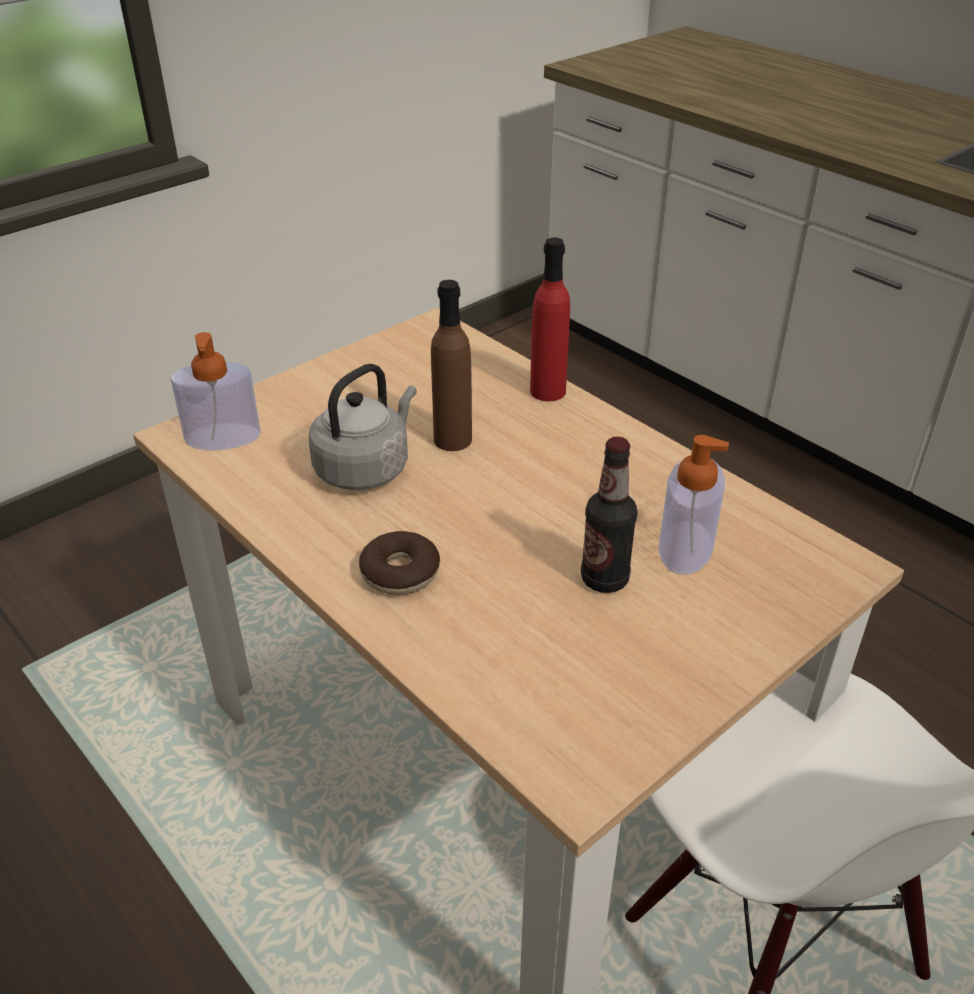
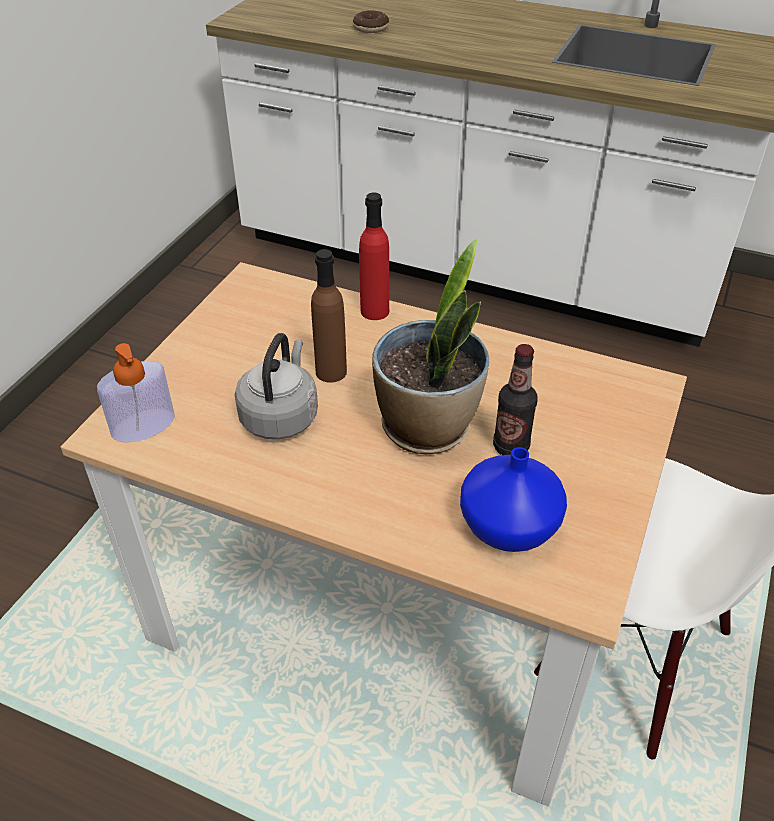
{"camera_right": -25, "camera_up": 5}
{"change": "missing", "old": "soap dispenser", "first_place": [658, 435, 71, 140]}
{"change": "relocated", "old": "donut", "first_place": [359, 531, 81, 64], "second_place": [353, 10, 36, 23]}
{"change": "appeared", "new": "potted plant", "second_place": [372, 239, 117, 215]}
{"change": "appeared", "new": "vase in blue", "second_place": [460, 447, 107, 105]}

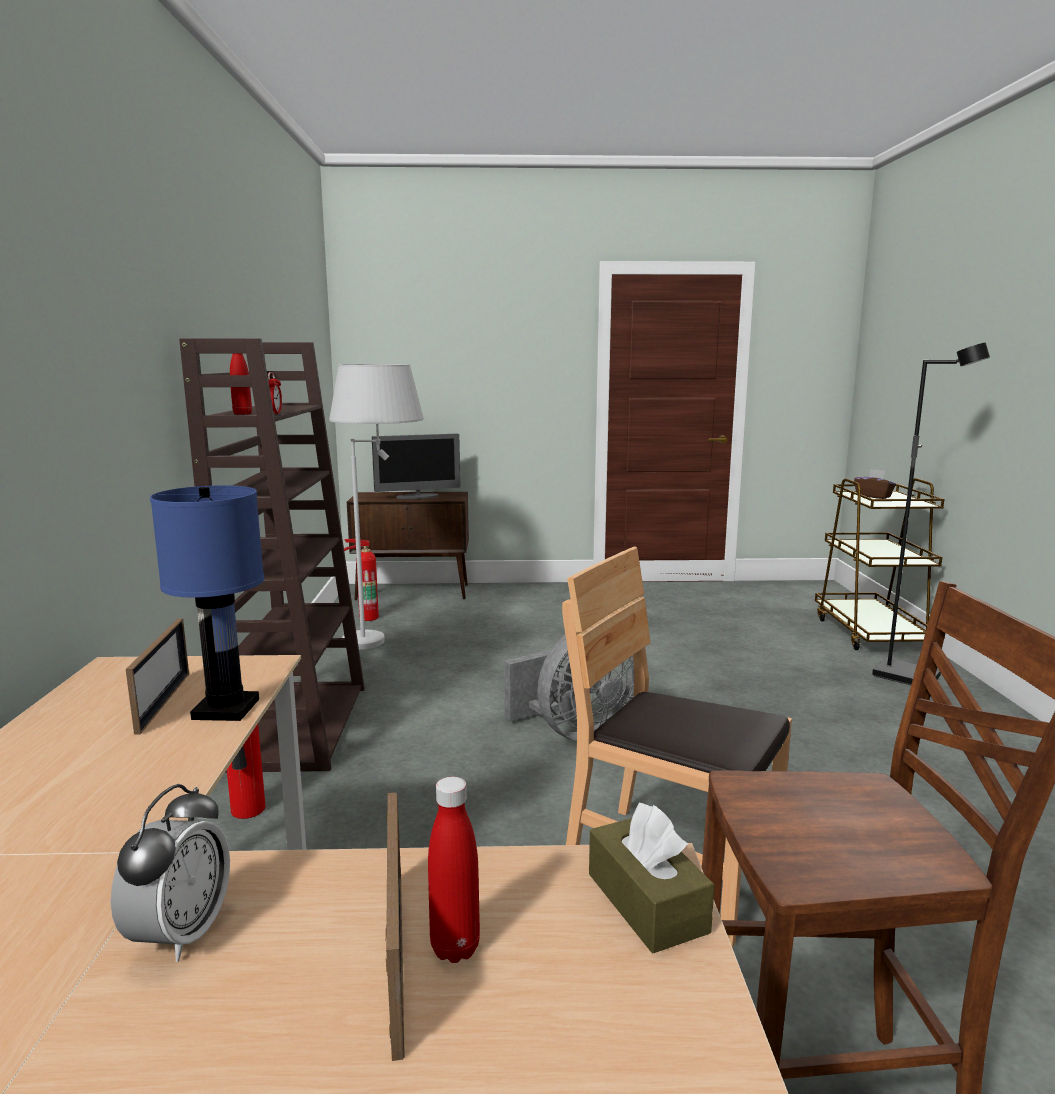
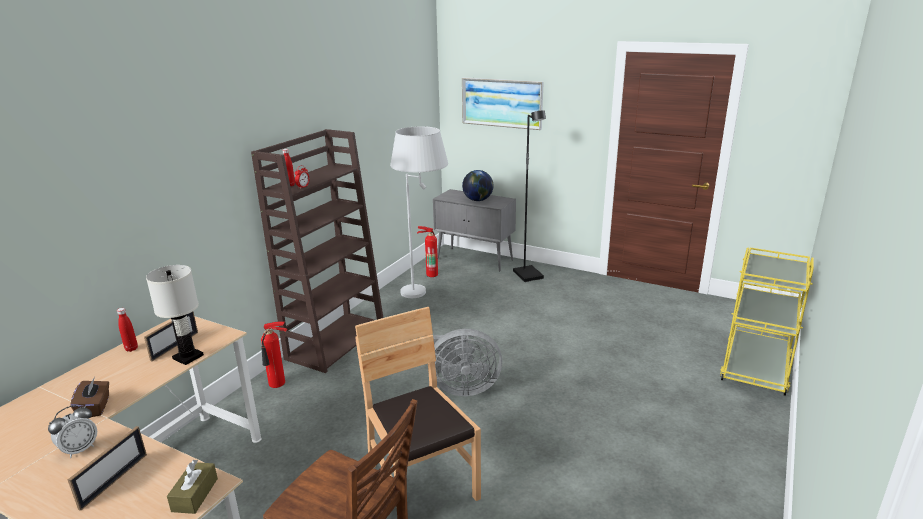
{"camera_right": 30, "camera_up": 10}
{"change": "relocated", "old": "floor lamp in black", "first_place": [872, 342, 118, 343], "second_place": [513, 110, 33, 172]}
{"change": "exchanged", "old": "monitor", "new": "globe", "first_place": [372, 434, 88, 65], "second_place": [462, 170, 31, 31]}
{"change": "relocated", "old": "tissue box in brown", "first_place": [854, 469, 42, 30], "second_place": [70, 377, 39, 40]}
{"change": "colour", "old": "cart in brown", "new": "cart in yellow", "first_place": [815, 478, 130, 172], "second_place": [720, 248, 94, 148]}
{"change": "colour", "old": "table lamp in blue", "new": "table lamp in white", "first_place": [150, 485, 114, 236], "second_place": [146, 265, 58, 100]}
{"change": "colour", "old": "cabinet in brown", "new": "cabinet in grey", "first_place": [347, 492, 122, 108], "second_place": [433, 189, 83, 82]}
{"change": "relocated", "old": "bottle in red", "first_place": [428, 777, 52, 186], "second_place": [117, 308, 21, 44]}
{"change": "appeared", "new": "picture", "second_place": [462, 77, 82, 53]}

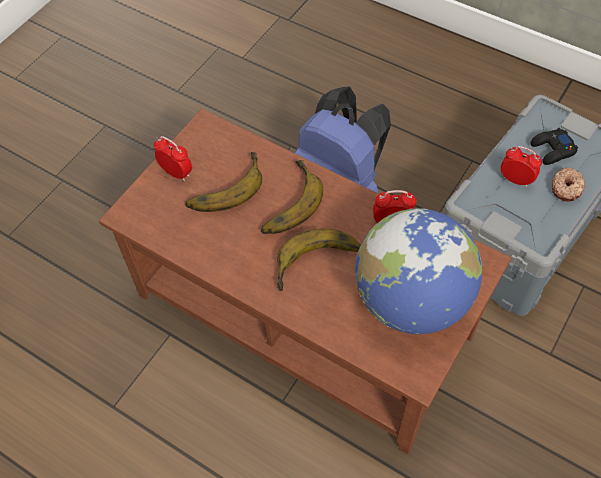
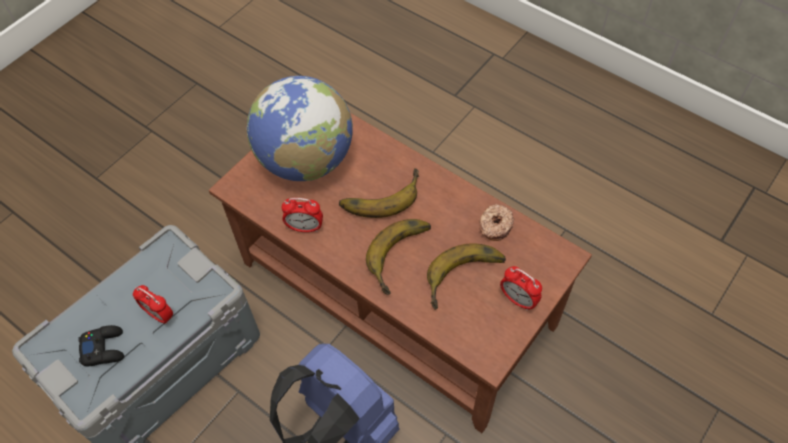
{"camera_right": -175, "camera_up": 0}
{"change": "relocated", "old": "donut", "first_place": [552, 167, 33, 35], "second_place": [479, 203, 36, 38]}

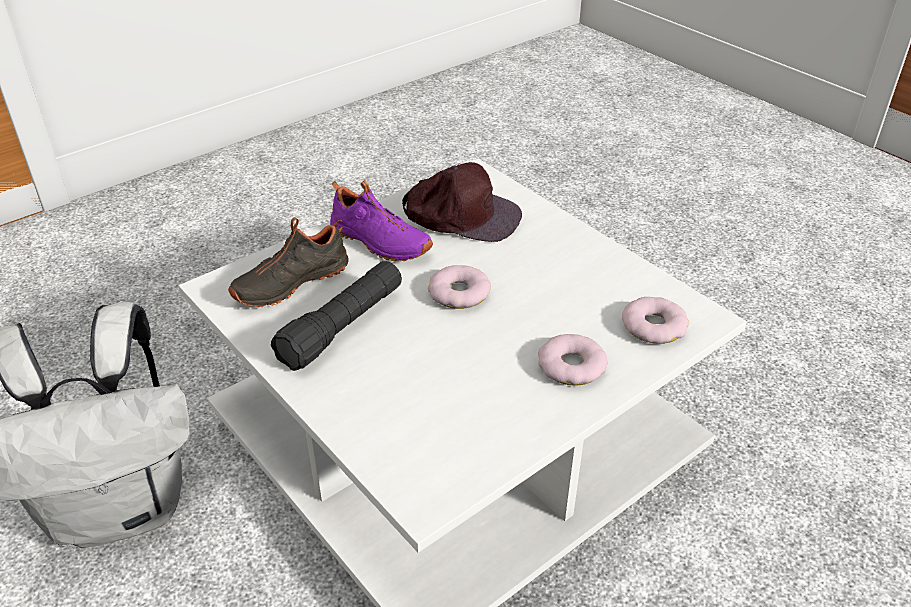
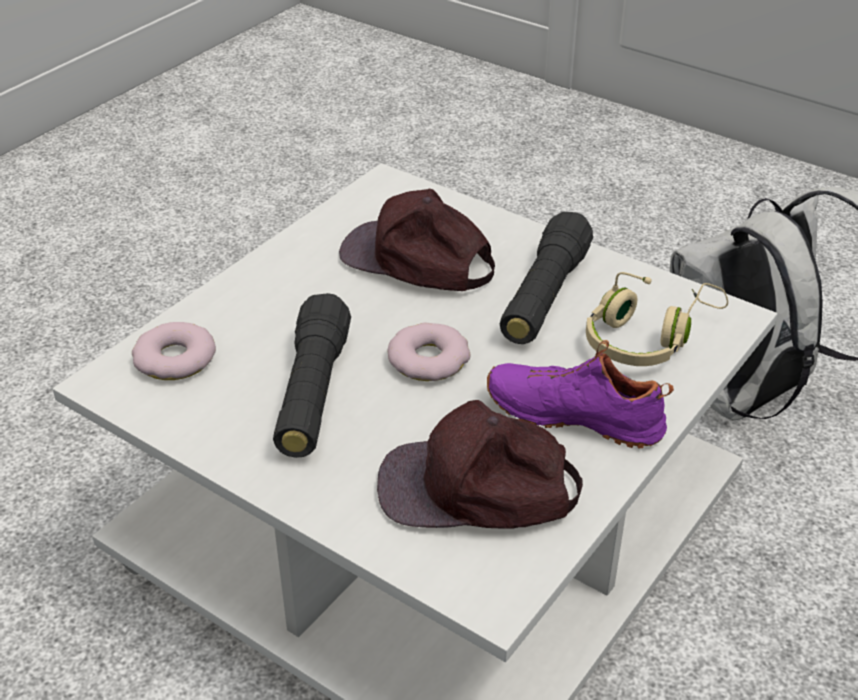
{"camera_right": 165, "camera_up": 0}
{"change": "exchanged", "old": "shoe in black", "new": "headphones in beige", "first_place": [228, 217, 121, 90], "second_place": [586, 272, 142, 94]}
{"change": "missing", "old": "donut", "first_place": [538, 334, 69, 52]}
{"change": "appeared", "new": "cap in brown", "second_place": [339, 189, 156, 102]}
{"change": "appeared", "new": "flashlight in black", "second_place": [273, 293, 78, 165]}

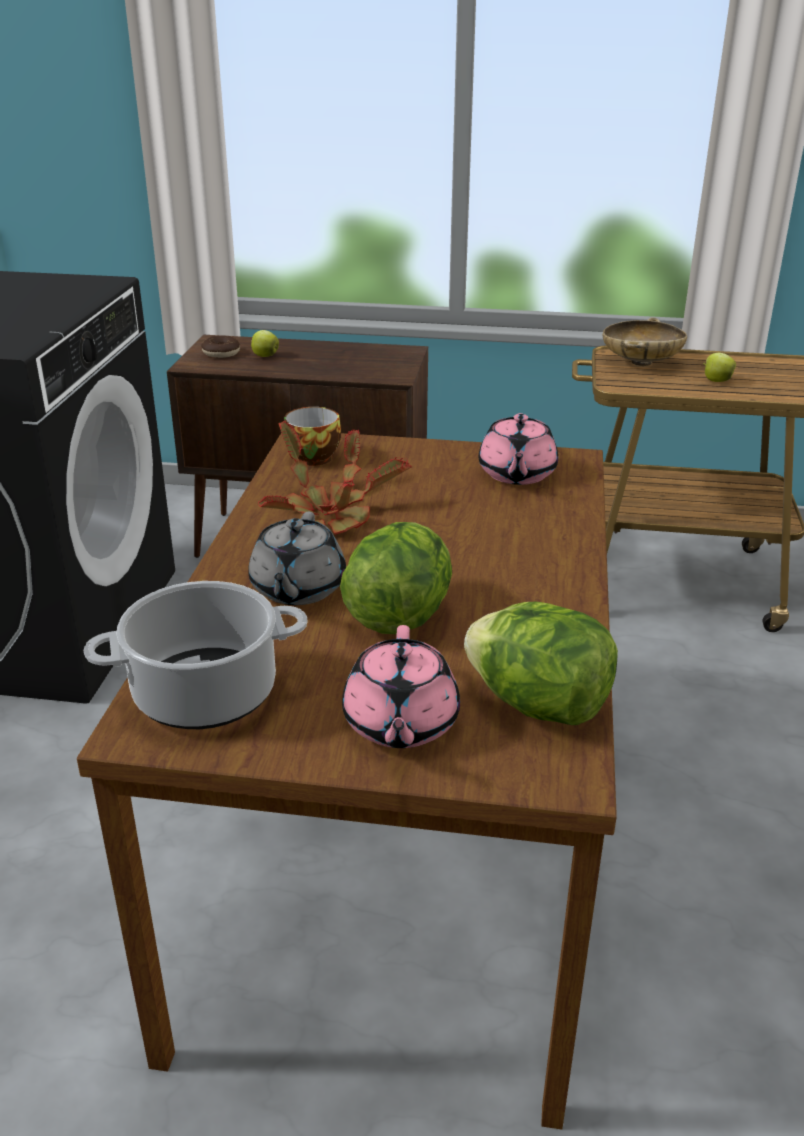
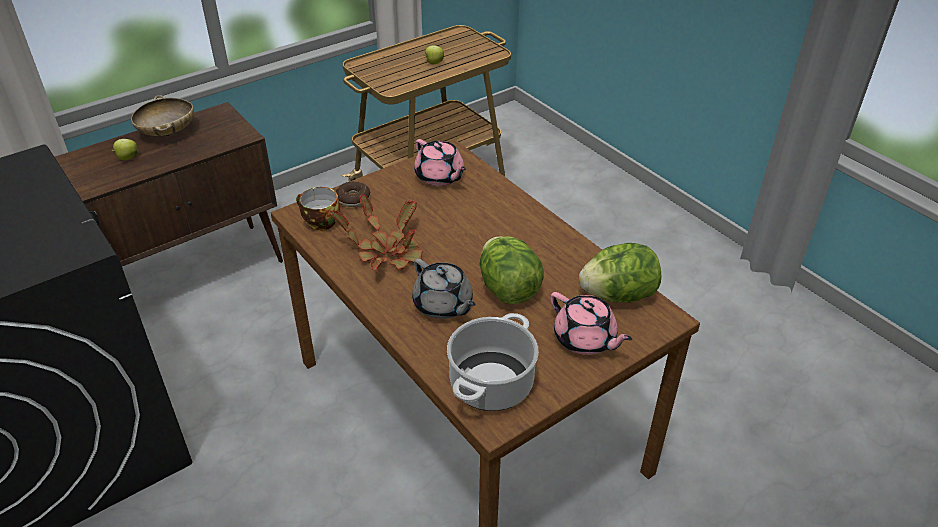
{"camera_right": -45, "camera_up": 10}
{"change": "relocated", "old": "bowl in beige", "first_place": [603, 317, 84, 49], "second_place": [131, 95, 63, 41]}
{"change": "relocated", "old": "donut", "first_place": [201, 335, 39, 23], "second_place": [336, 181, 34, 26]}

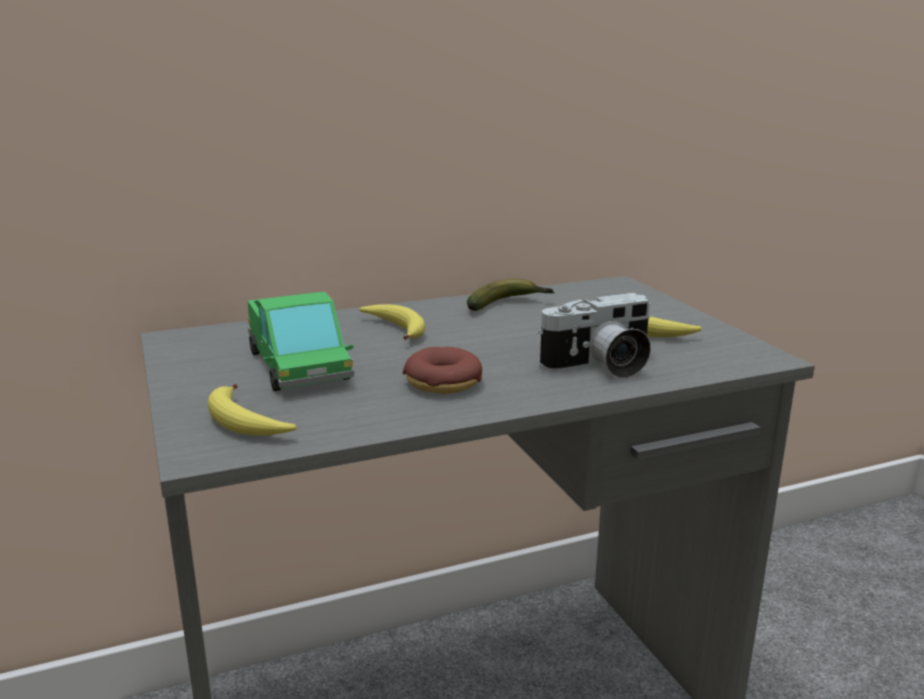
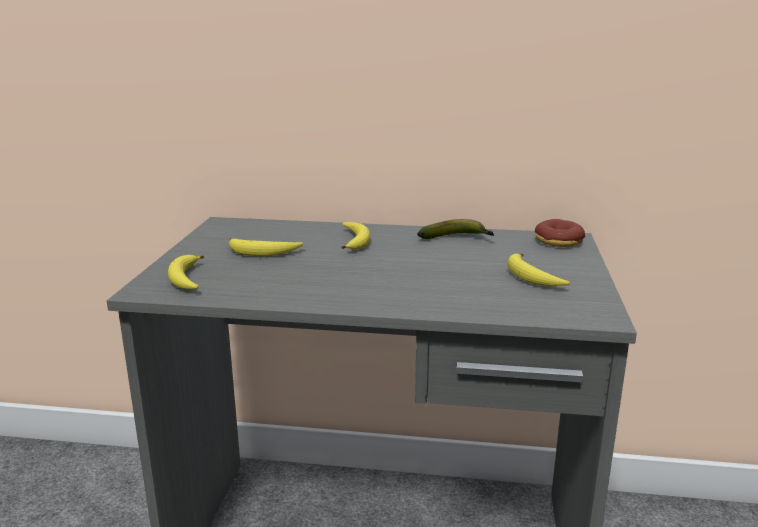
{"camera_right": 30, "camera_up": 0}
{"change": "exchanged", "old": "toy truck", "new": "banana", "first_place": [248, 292, 106, 99], "second_place": [229, 238, 74, 19]}
{"change": "missing", "old": "photo camera", "first_place": [538, 293, 113, 85]}
{"change": "relocated", "old": "donut", "first_place": [403, 347, 79, 47], "second_place": [535, 219, 50, 28]}

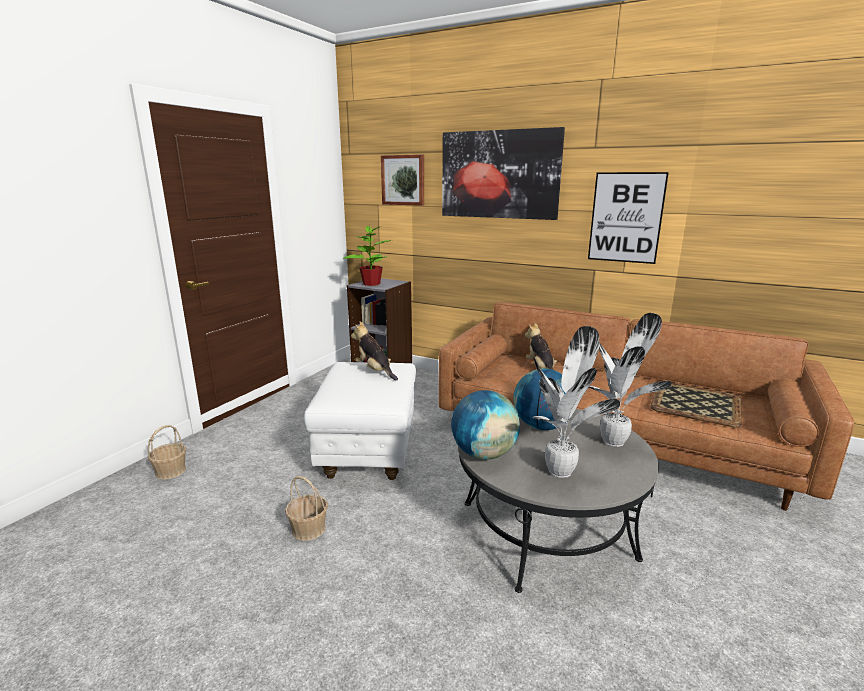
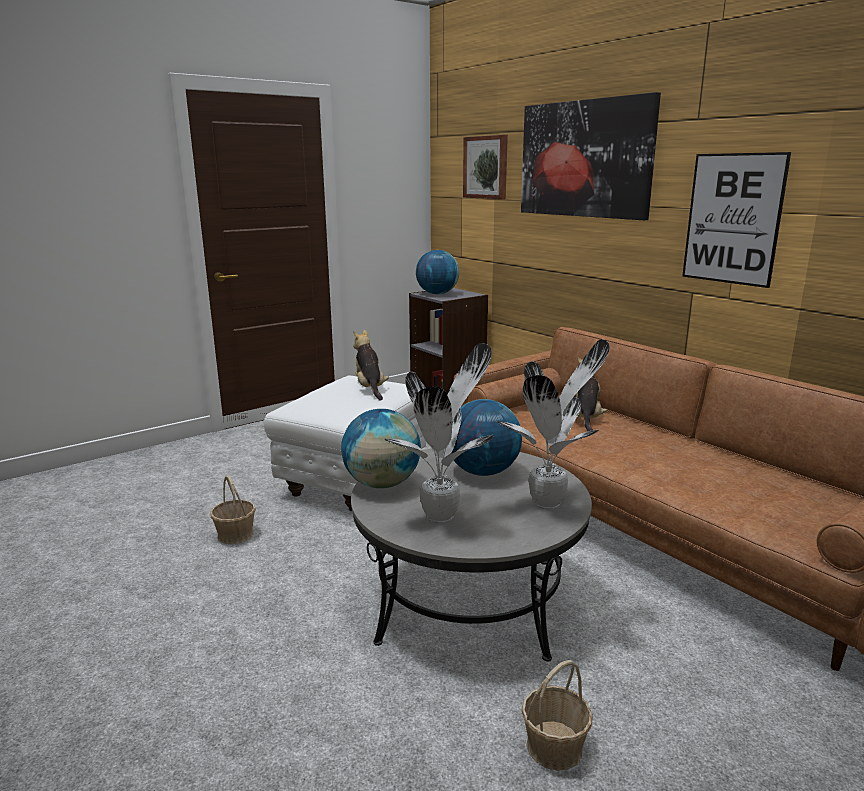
{"camera_right": 25, "camera_up": 0}
{"change": "exchanged", "old": "potted plant", "new": "globe", "first_place": [342, 224, 50, 62], "second_place": [416, 250, 43, 44]}
{"change": "missing", "old": "tray", "first_place": [650, 383, 92, 45]}
{"change": "relocated", "old": "basket", "first_place": [148, 425, 39, 55], "second_place": [521, 660, 72, 111]}

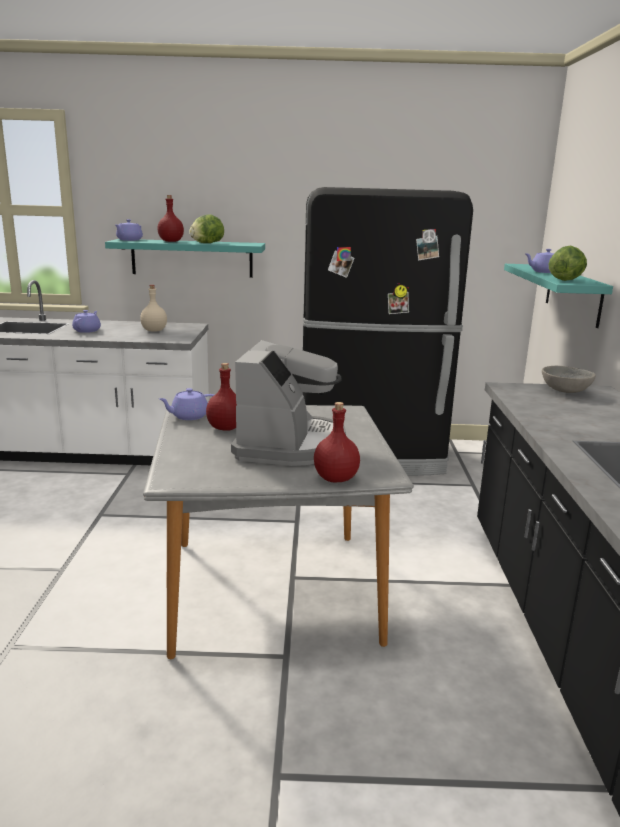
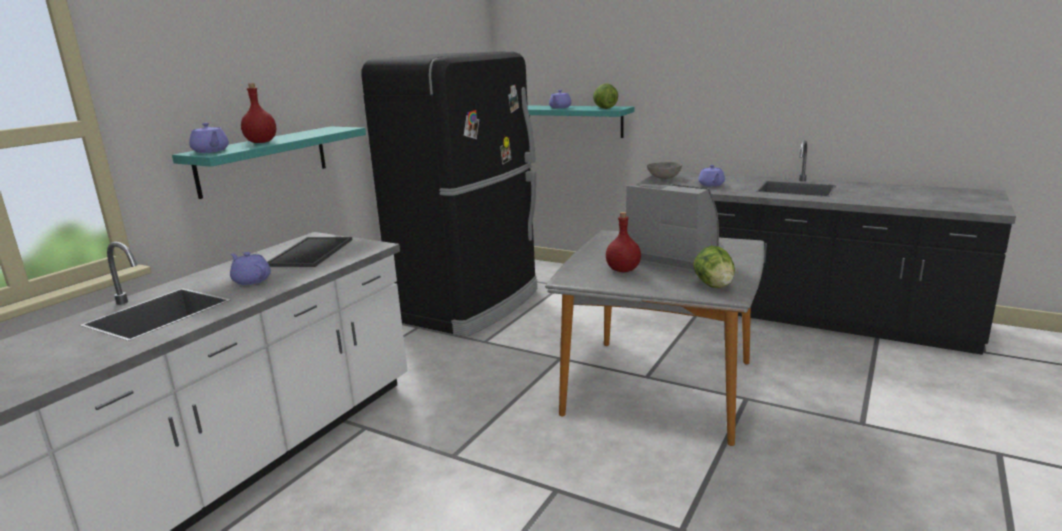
{"camera_right": -60, "camera_up": 0}
{"change": "relocated", "old": "lettuce", "first_place": [189, 214, 35, 29], "second_place": [693, 246, 42, 42]}
{"change": "exchanged", "old": "bottle in beige", "new": "tray", "first_place": [140, 285, 27, 47], "second_place": [267, 237, 85, 30]}
{"change": "relocated", "old": "teapot in purple", "first_place": [159, 388, 55, 32], "second_place": [698, 165, 27, 22]}
{"change": "missing", "old": "bottle in red", "first_place": [314, 402, 46, 81]}

